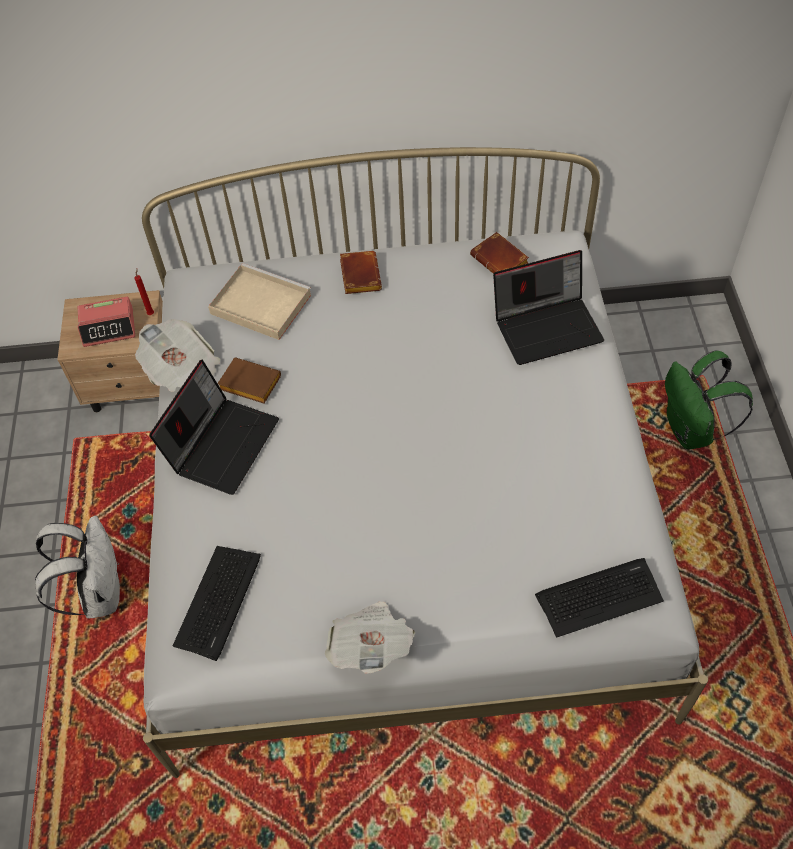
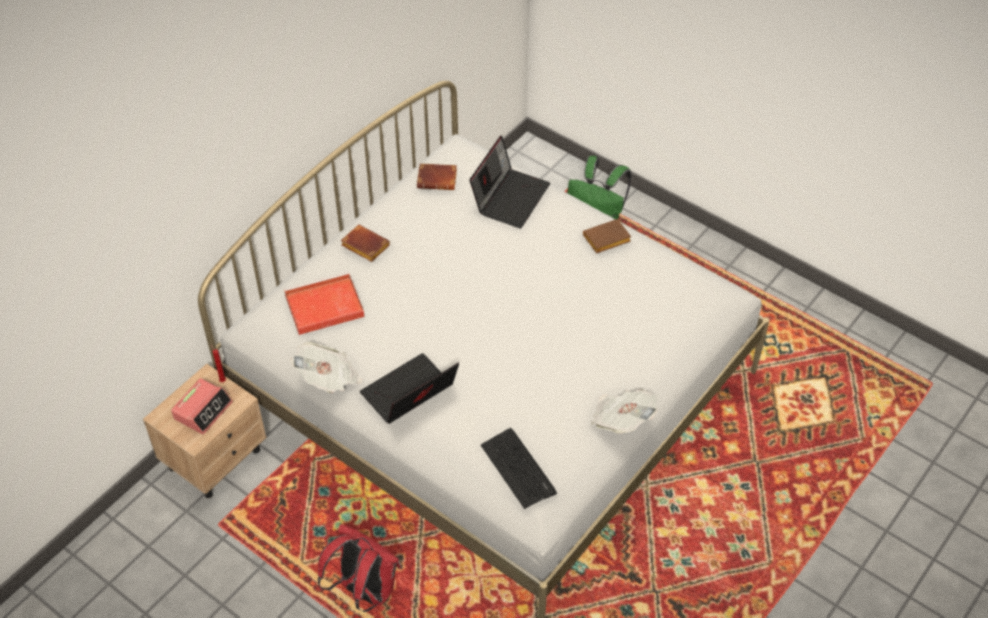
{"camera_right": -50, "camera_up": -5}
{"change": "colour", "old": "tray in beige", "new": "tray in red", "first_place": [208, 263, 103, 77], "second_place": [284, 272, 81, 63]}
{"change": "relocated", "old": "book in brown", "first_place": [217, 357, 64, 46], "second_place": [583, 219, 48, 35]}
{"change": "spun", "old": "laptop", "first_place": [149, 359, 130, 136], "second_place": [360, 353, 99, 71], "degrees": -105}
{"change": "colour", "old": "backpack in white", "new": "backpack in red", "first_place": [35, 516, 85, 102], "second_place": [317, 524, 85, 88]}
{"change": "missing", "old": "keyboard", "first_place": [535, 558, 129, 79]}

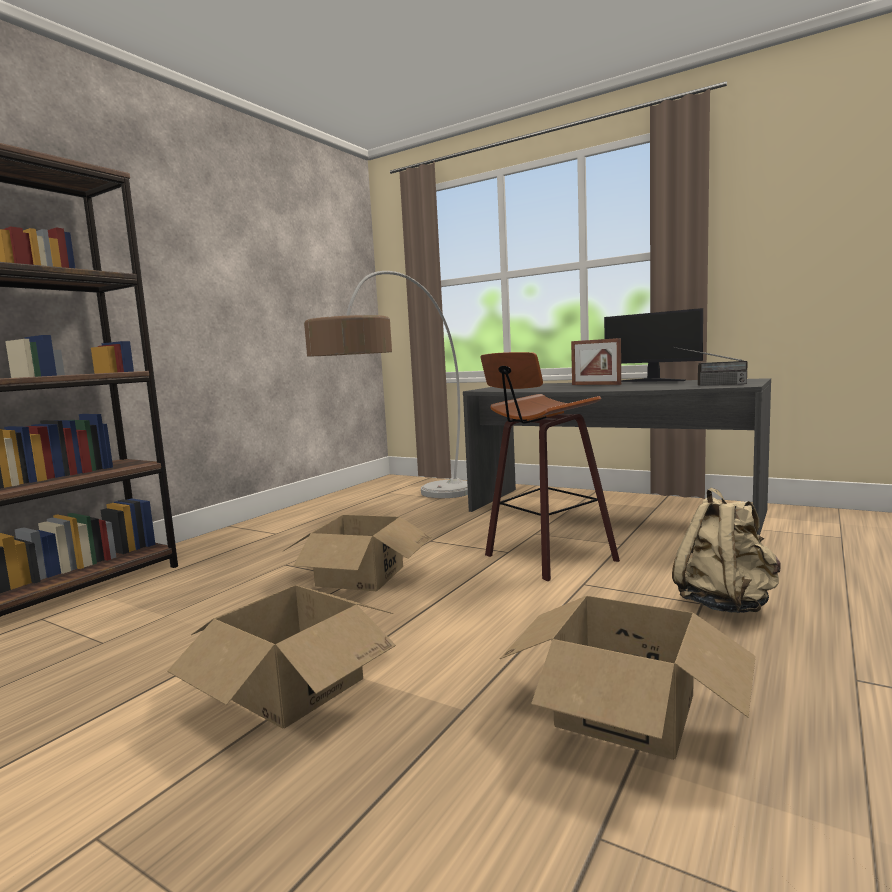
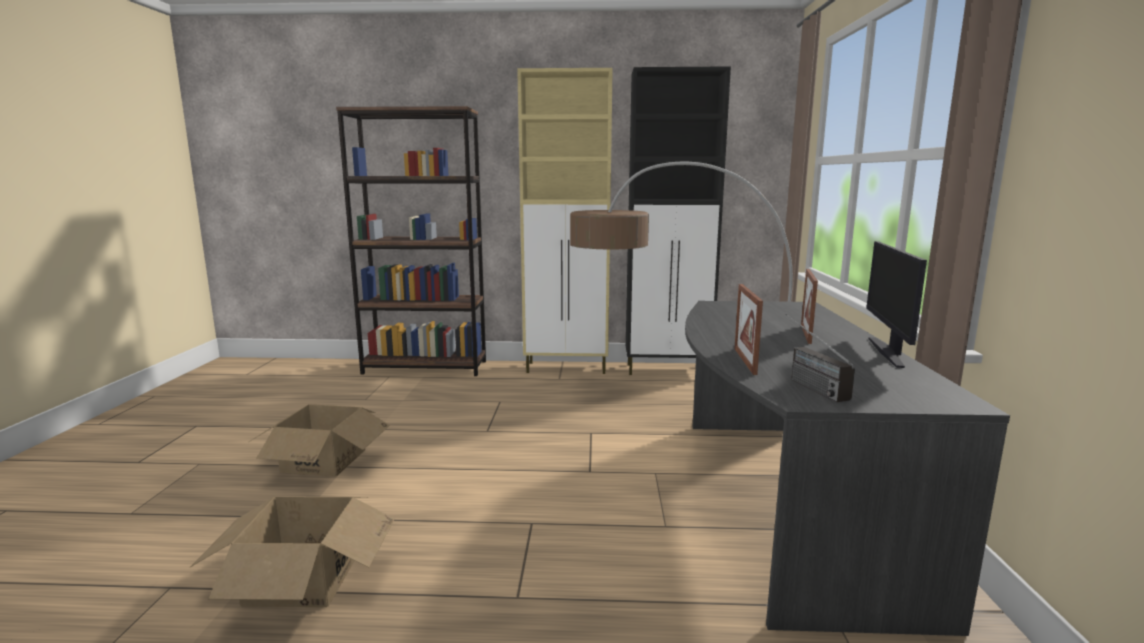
{"camera_right": 60, "camera_up": 5}
{"change": "missing", "old": "stool", "first_place": [480, 352, 140, 229]}
{"change": "missing", "old": "backpack in beige", "first_place": [672, 488, 109, 125]}
{"change": "missing", "old": "cardboard box", "first_place": [282, 515, 149, 76]}
{"change": "appeared", "new": "cabinet in black", "second_place": [626, 66, 105, 309]}
{"change": "appeared", "new": "cabinet in beige", "second_place": [517, 68, 96, 306]}
{"change": "appeared", "new": "picture frame", "second_place": [735, 284, 28, 91]}

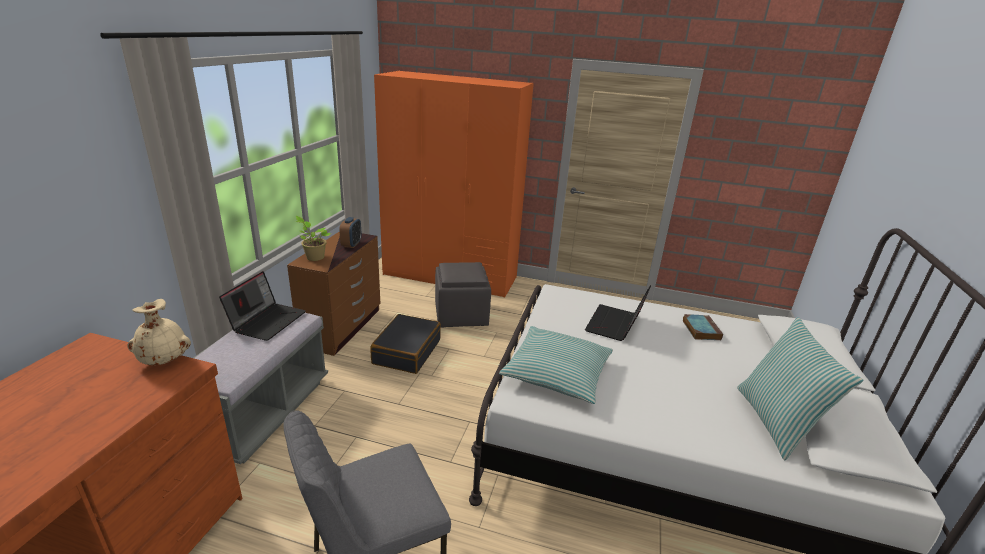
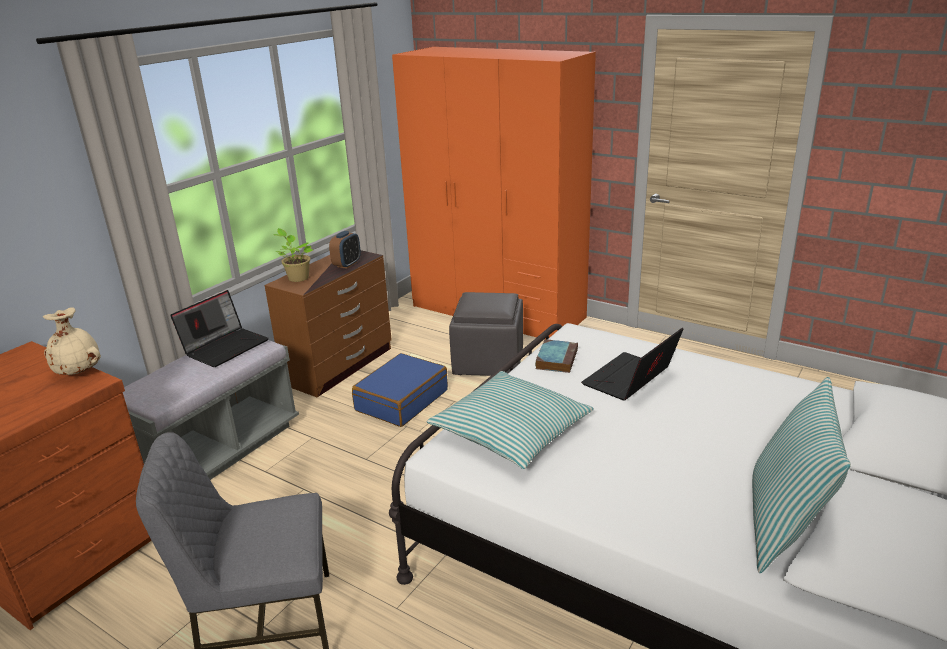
{"camera_right": 20, "camera_up": 0}
{"change": "colour", "old": "suitcase in black", "new": "suitcase in blue", "first_place": [370, 314, 71, 60], "second_place": [352, 353, 96, 74]}
{"change": "relocated", "old": "book", "first_place": [682, 314, 41, 26], "second_place": [535, 339, 43, 34]}

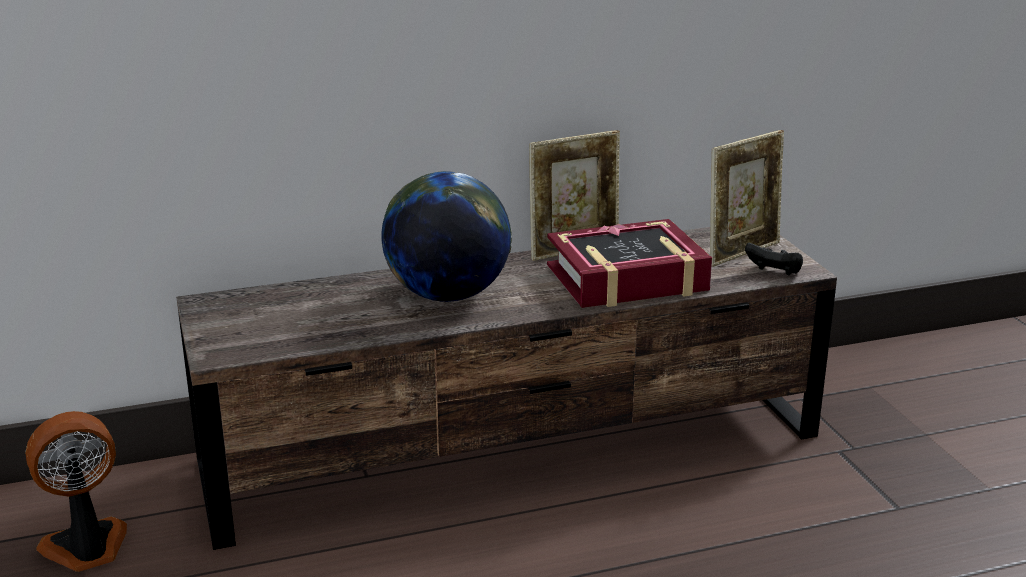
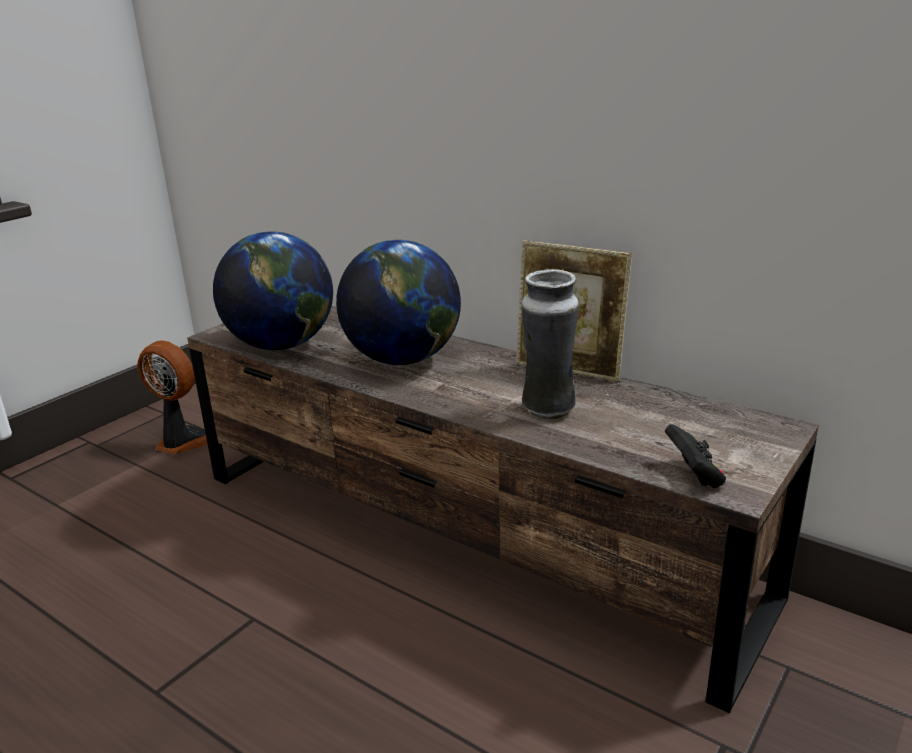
{"camera_right": 55, "camera_up": 0}
{"change": "missing", "old": "picture frame", "first_place": [710, 130, 74, 137]}
{"change": "exchanged", "old": "book", "new": "vase", "first_place": [547, 219, 165, 89], "second_place": [521, 269, 58, 151]}
{"change": "appeared", "new": "globe", "second_place": [213, 231, 120, 119]}

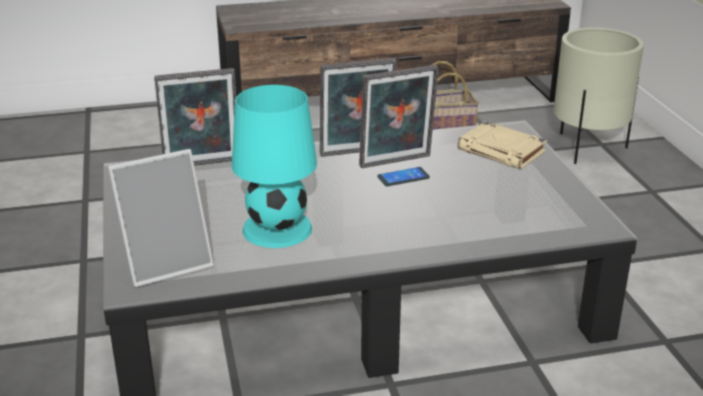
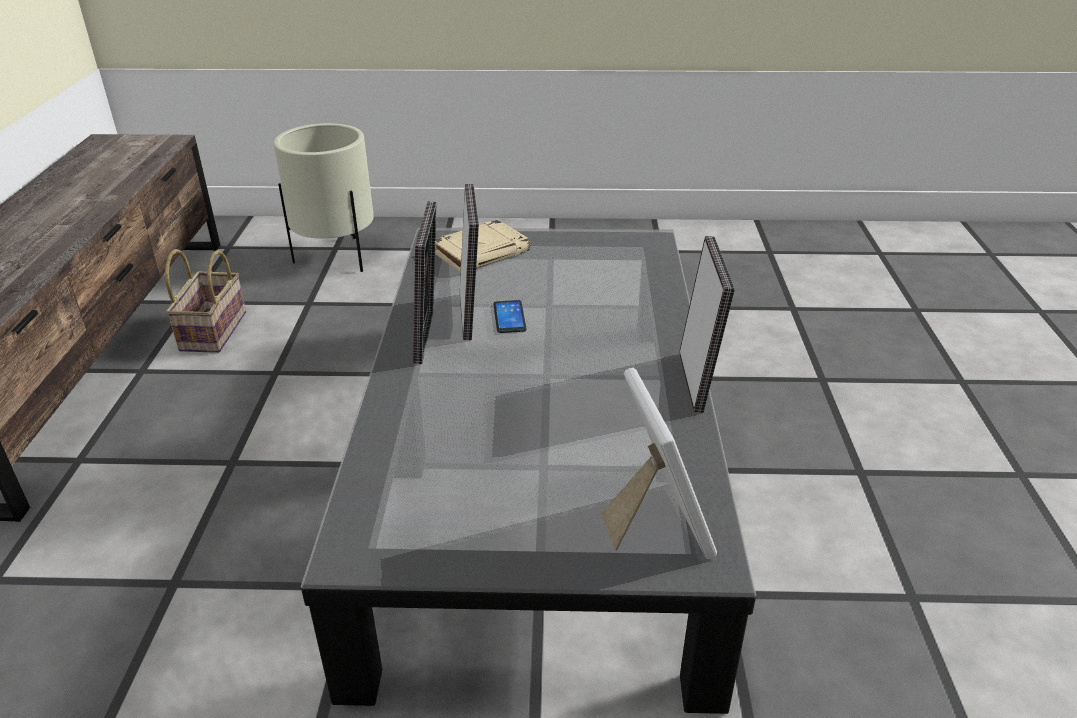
{"camera_right": -75, "camera_up": 5}
{"change": "relocated", "old": "picture frame", "first_place": [154, 68, 82, 97], "second_place": [679, 236, 56, 177]}
{"change": "missing", "old": "table lamp in turquoise", "first_place": [232, 85, 85, 163]}

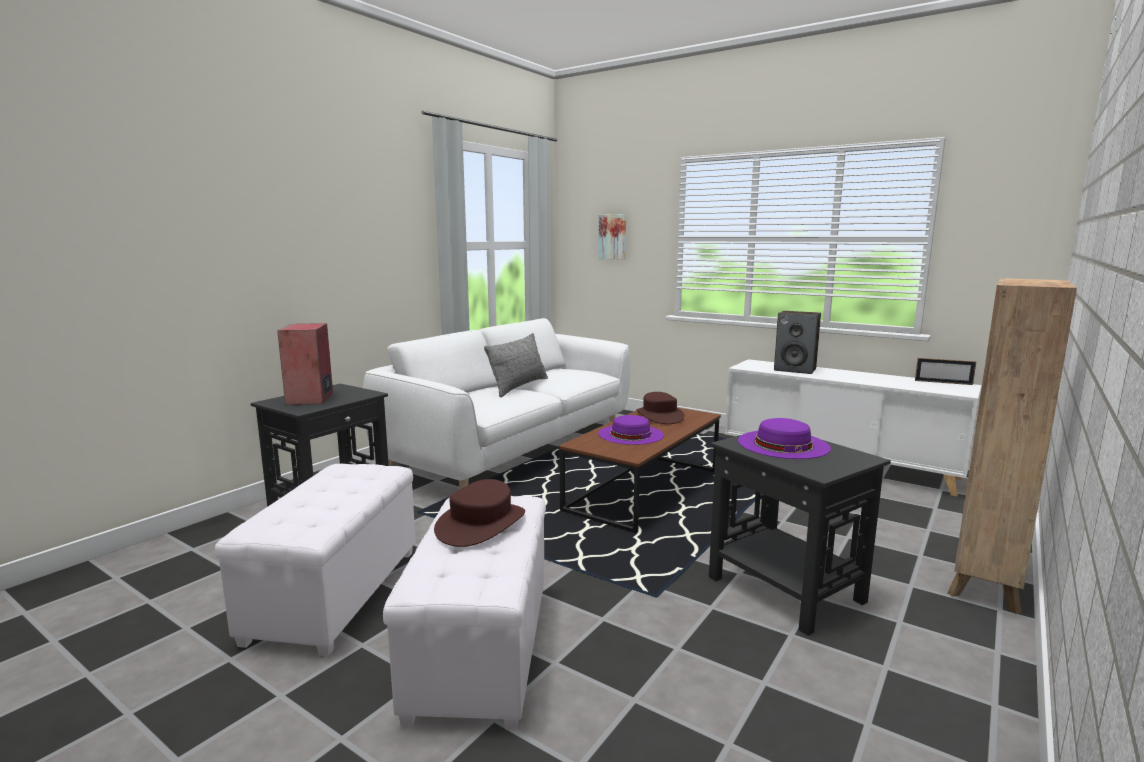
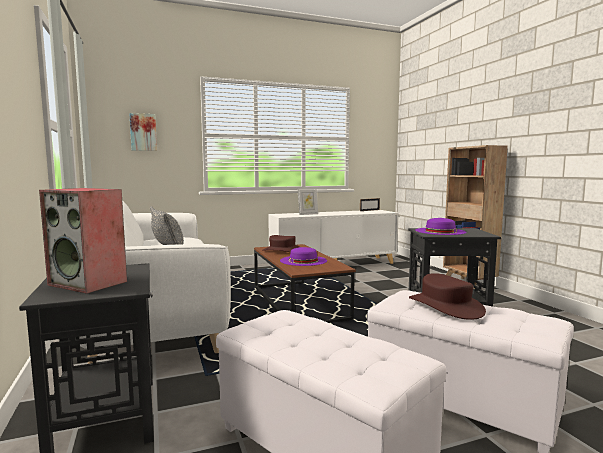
{"camera_right": -55, "camera_up": -5}
{"change": "exchanged", "old": "speaker", "new": "picture frame", "first_place": [774, 311, 47, 63], "second_place": [297, 188, 21, 27]}

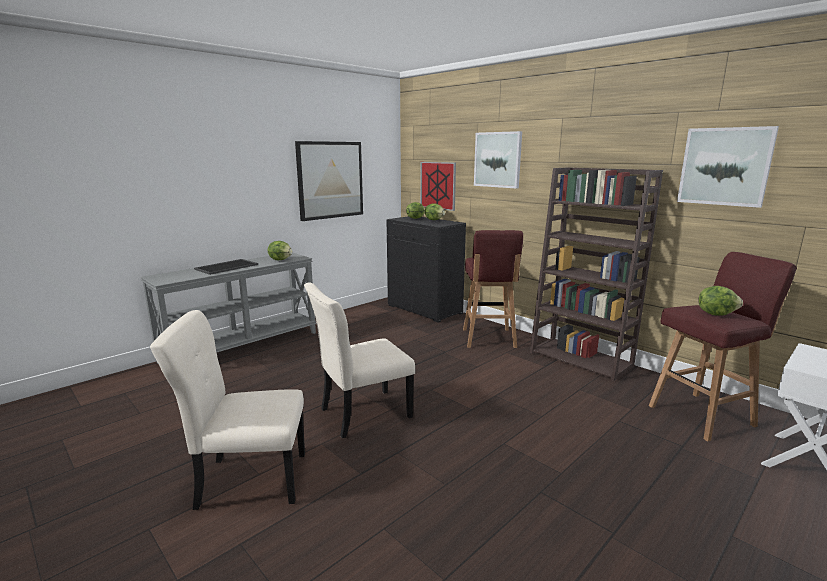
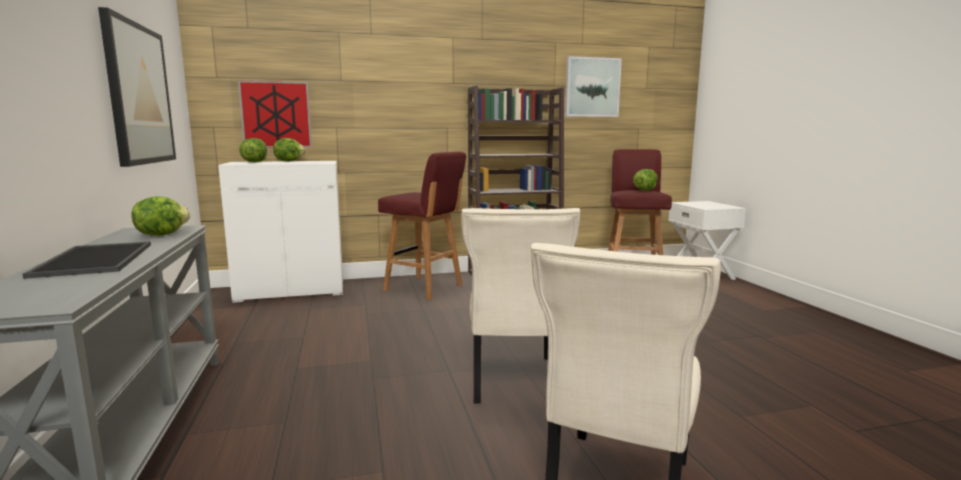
{"camera_right": -60, "camera_up": -5}
{"change": "missing", "old": "picture", "first_place": [474, 131, 48, 58]}
{"change": "colour", "old": "cabinet in black", "new": "cabinet in white", "first_place": [387, 216, 79, 107], "second_place": [218, 161, 125, 142]}

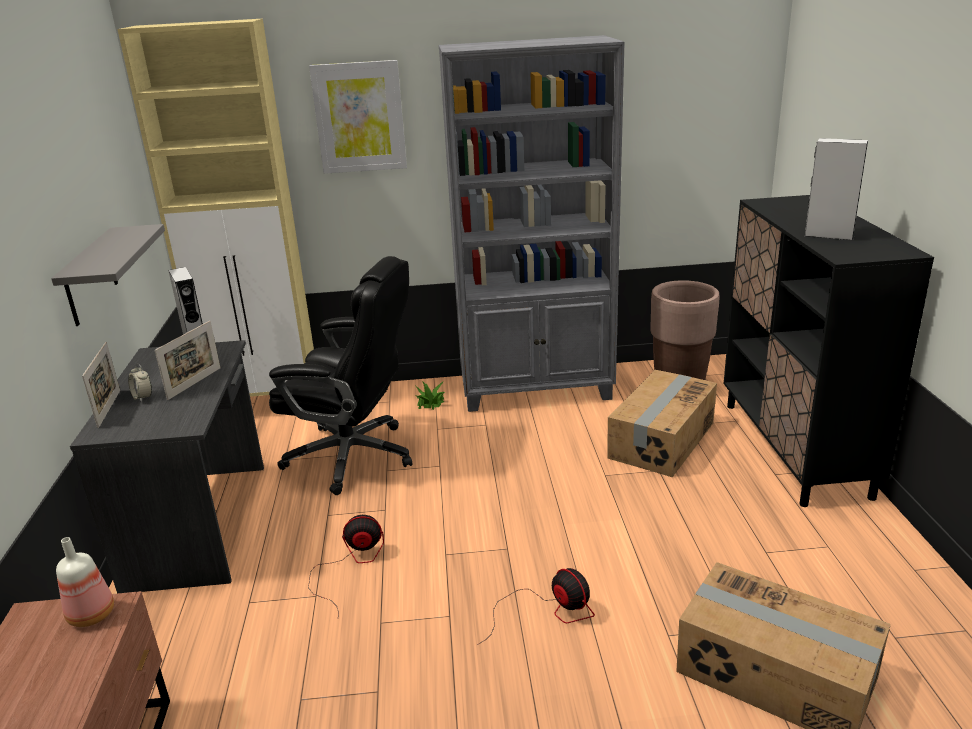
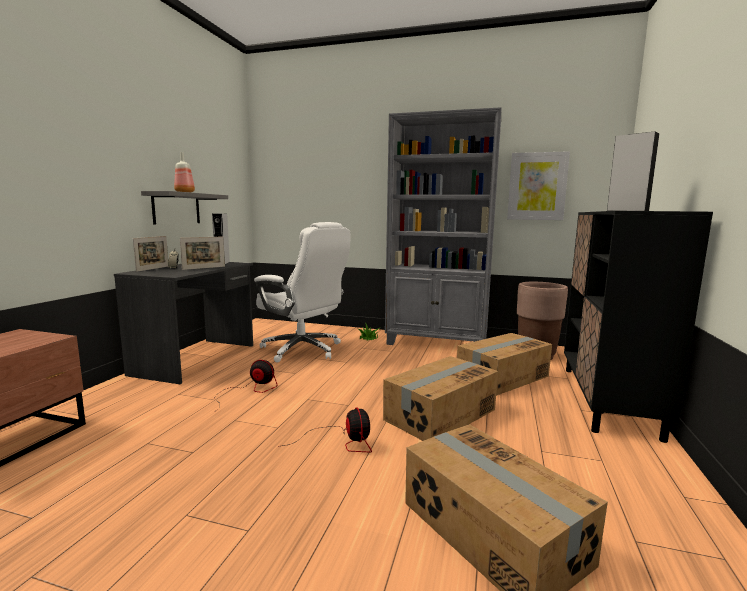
{"camera_right": 20, "camera_up": -15}
{"change": "missing", "old": "cabinet in beige", "first_place": [117, 19, 197, 378]}
{"change": "relocated", "old": "picture", "first_place": [309, 60, 98, 114], "second_place": [507, 151, 63, 69]}
{"change": "colour", "old": "office chair in black", "new": "office chair in white", "first_place": [269, 256, 143, 239], "second_place": [254, 222, 96, 141]}
{"change": "relocated", "old": "bottle", "first_place": [56, 537, 58, 90], "second_place": [174, 152, 21, 40]}
{"change": "appeared", "new": "cardboard box", "second_place": [383, 356, 115, 85]}

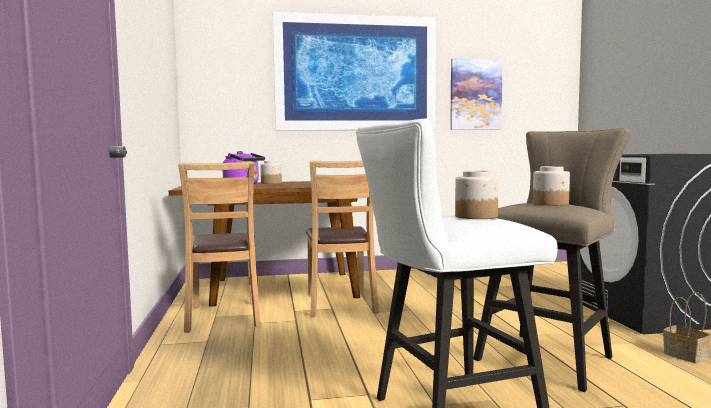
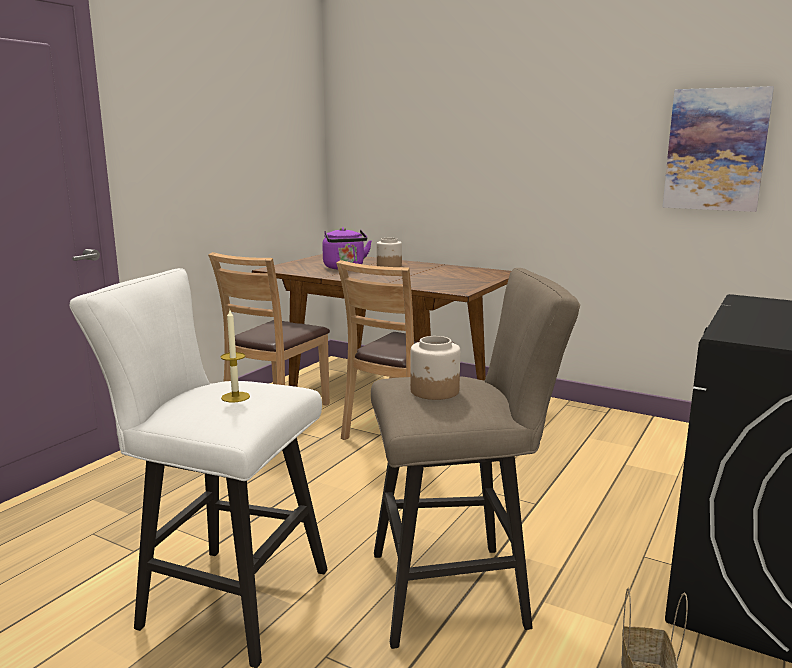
{"camera_right": 40, "camera_up": 10}
{"change": "missing", "old": "picture", "first_place": [273, 12, 163, 118]}
{"change": "exchanged", "old": "jar", "new": "candle", "first_place": [455, 171, 44, 48], "second_place": [220, 310, 30, 92]}

